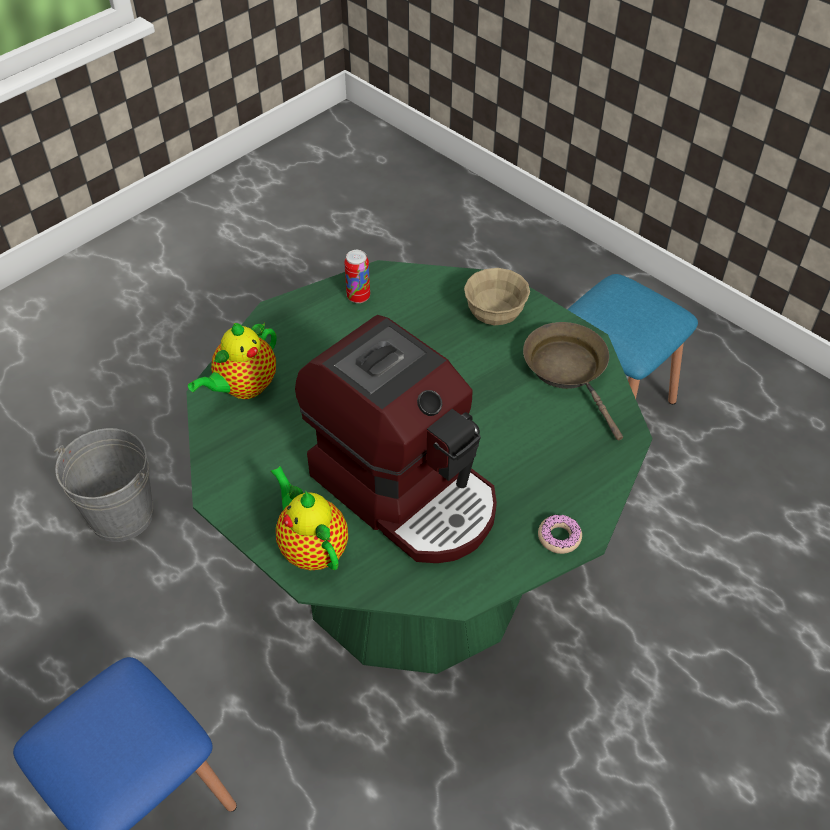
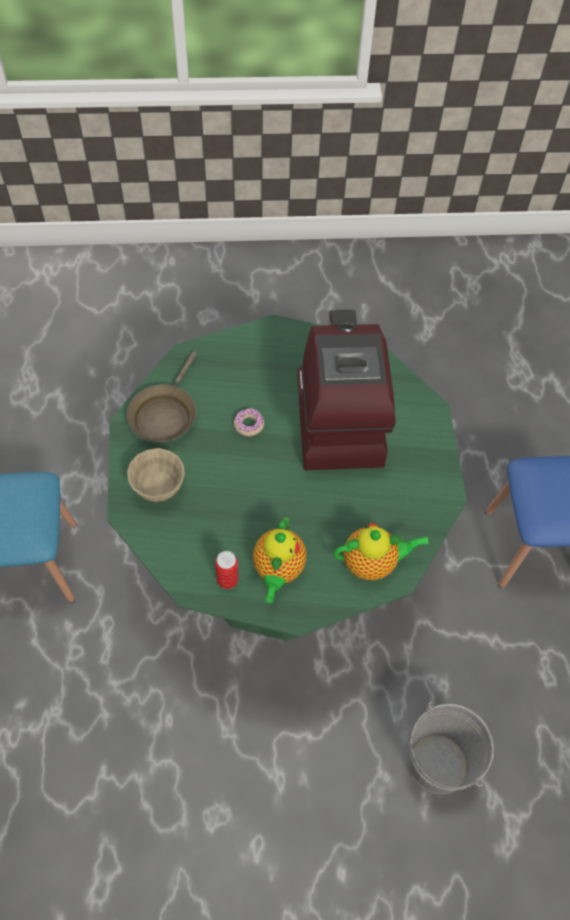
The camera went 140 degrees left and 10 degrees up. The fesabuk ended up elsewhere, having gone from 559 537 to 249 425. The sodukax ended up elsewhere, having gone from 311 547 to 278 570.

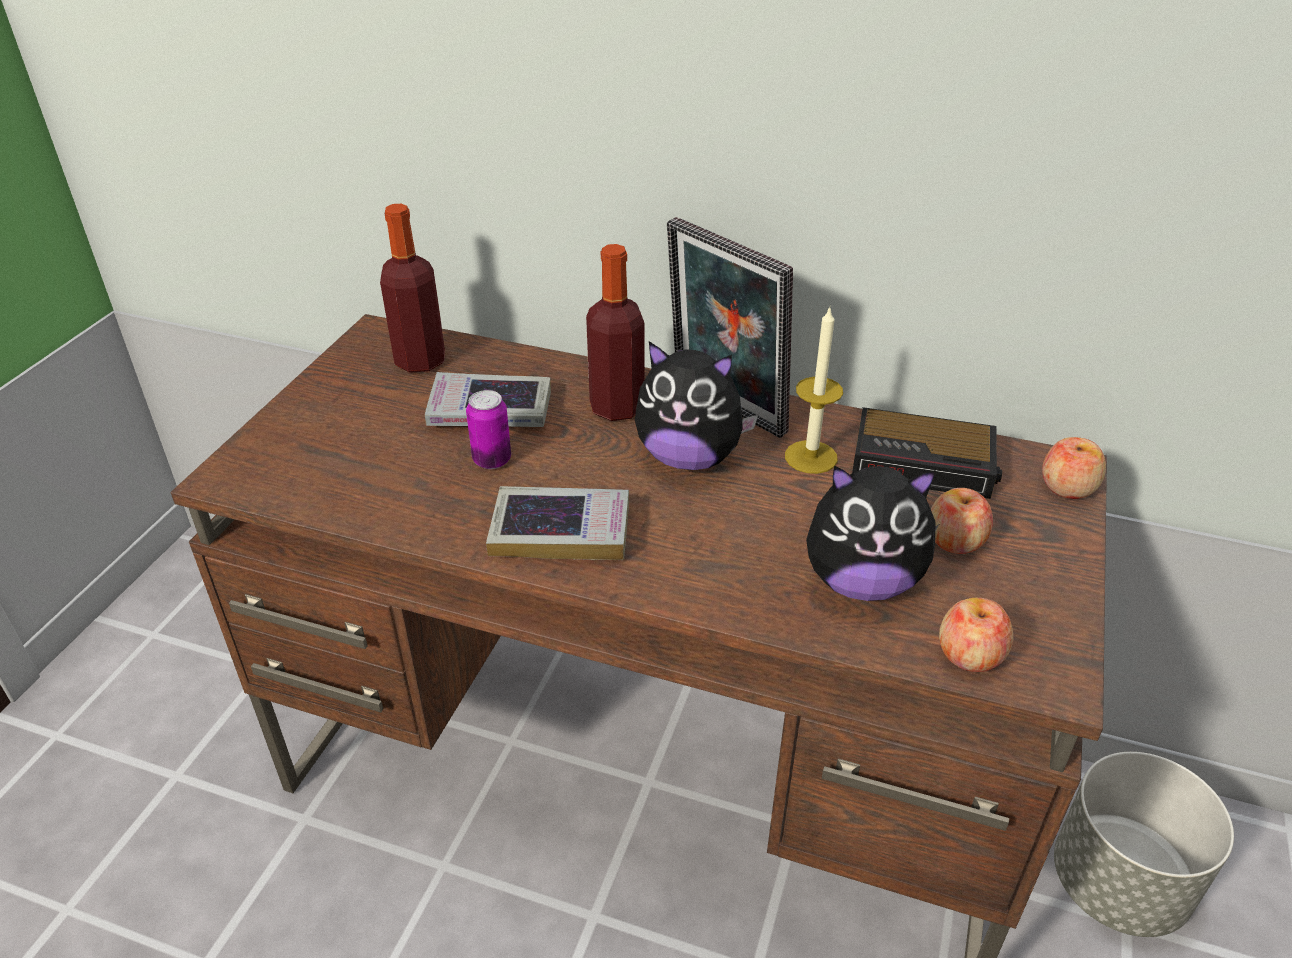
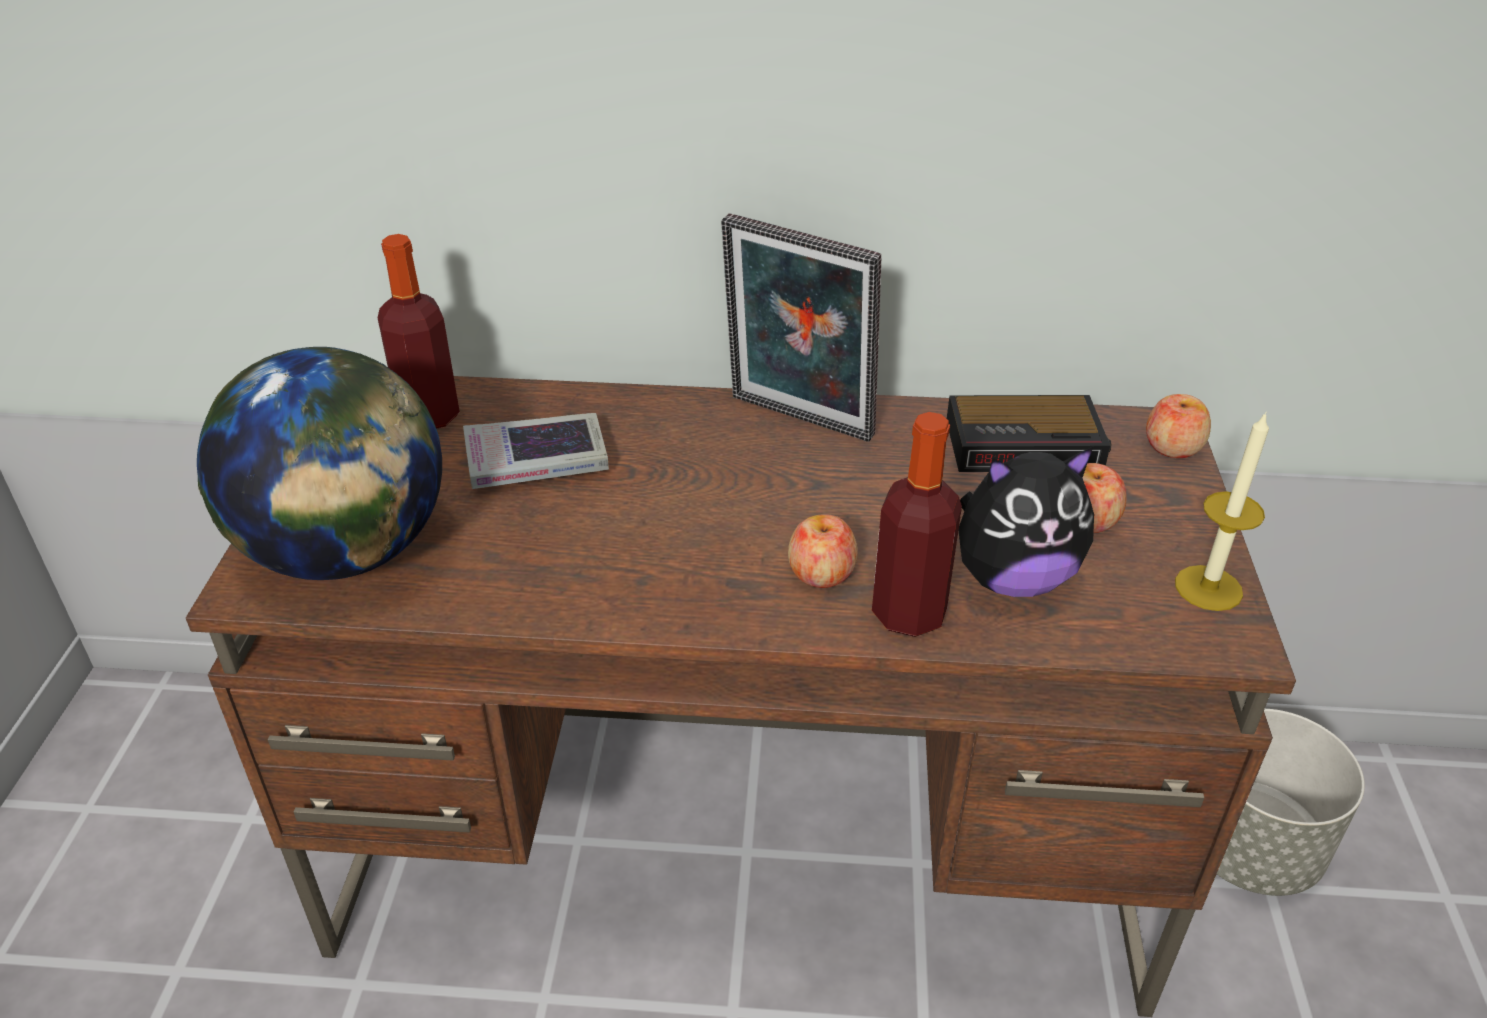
The camera went 15 degrees left and 0 degrees up. The second view gained the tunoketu at 346 553. The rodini ended up elsewhere, having gone from 970 654 to 821 573. The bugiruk ended up elsewhere, having gone from 617 407 to 908 613. The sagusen ended up elsewhere, having gone from 811 457 to 1208 588. The second view lost the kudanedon at 492 460. The second view lost the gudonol at 561 531. The second view lost the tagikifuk at 689 457.

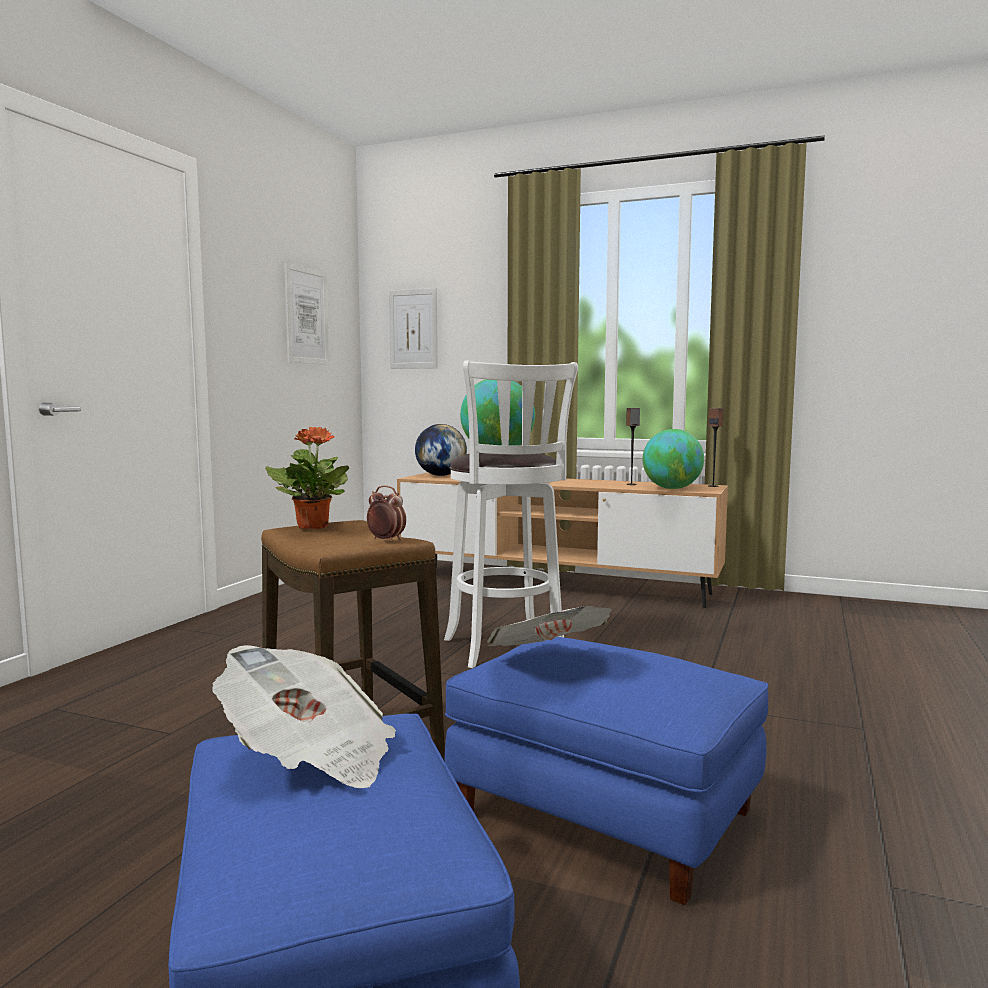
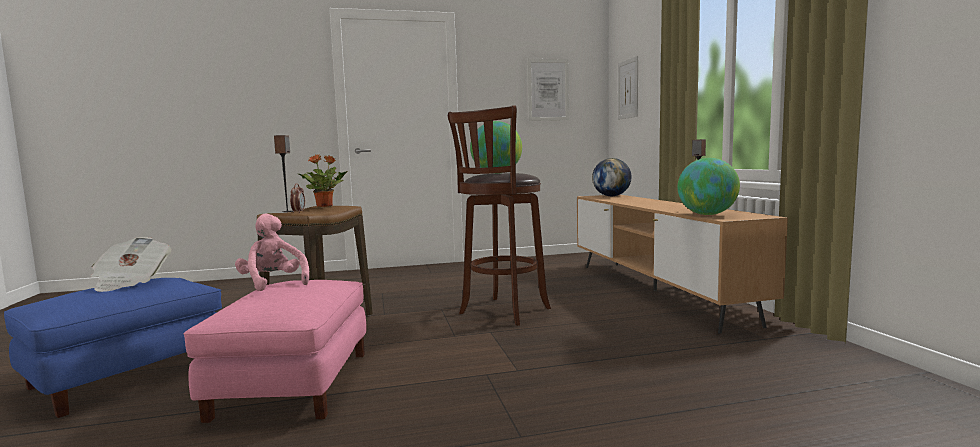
The camera went 55 degrees right and 0 degrees up. What was the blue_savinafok at 601 814 turned into the pink_savinafok at 292 383. Where the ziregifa stood at 547 662, the pink_tagikifuk came to stand at 273 283. The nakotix ended up elsewhere, having gone from 713 486 to 287 211. What was the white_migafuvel at 507 649 turned into the brown_migafuvel at 502 312.

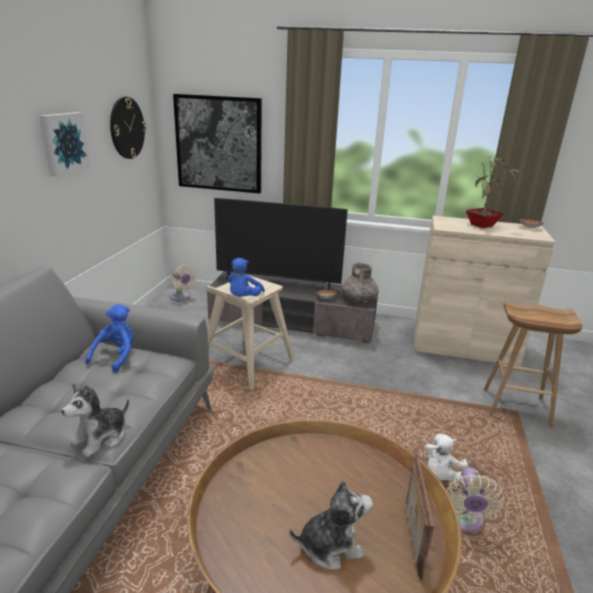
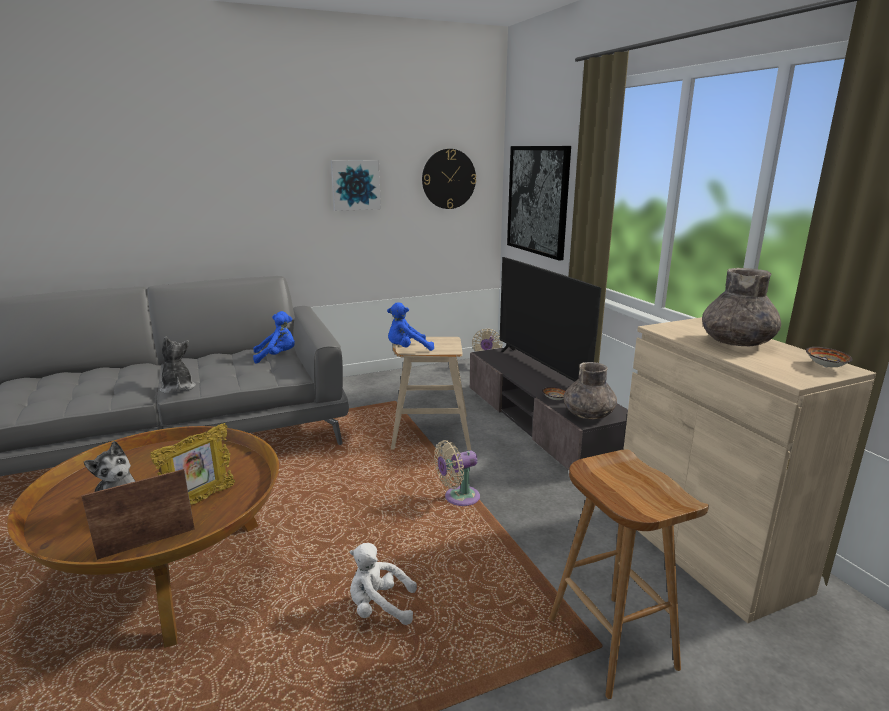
The camera went 55 degrees right and 5 degrees down. The second view gained the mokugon at 199 501. The tagikifuk at 101 437 ended up facing another way, 60 degrees clockwise from before. The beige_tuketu ended up elsewhere, having gone from 463 520 to 458 498. Where the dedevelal stood at 482 226, the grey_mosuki came to stand at 737 342.

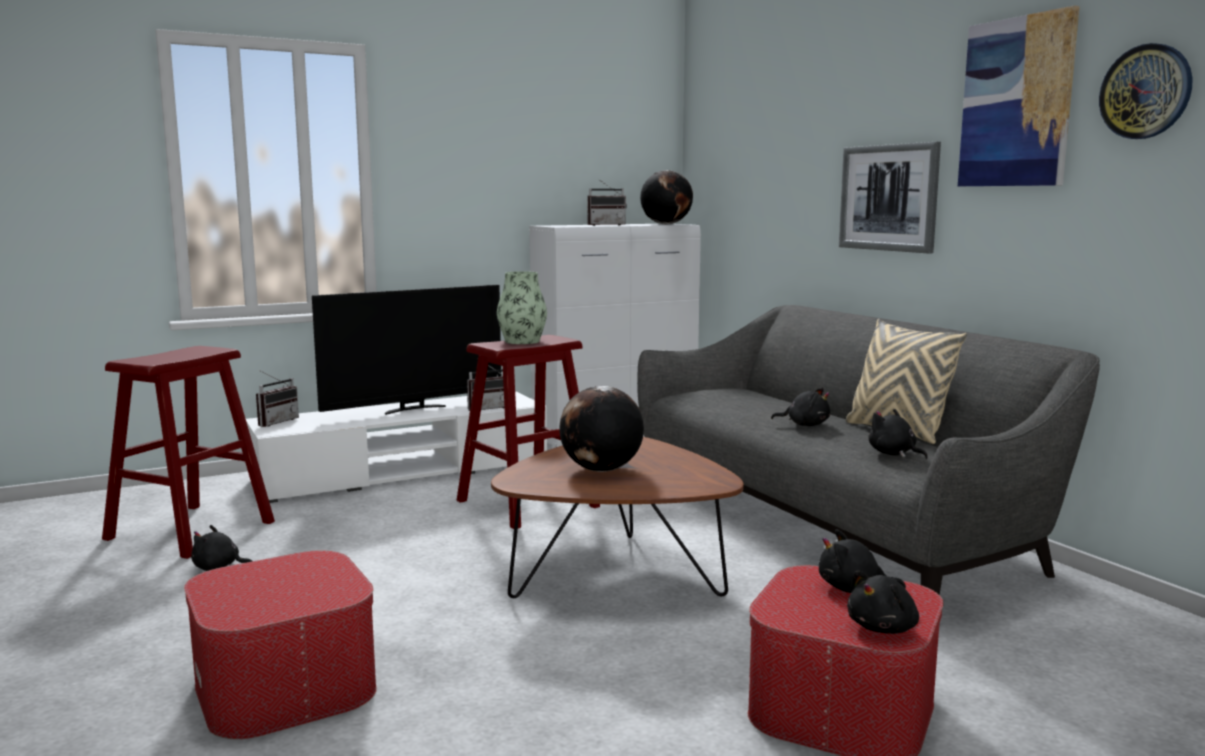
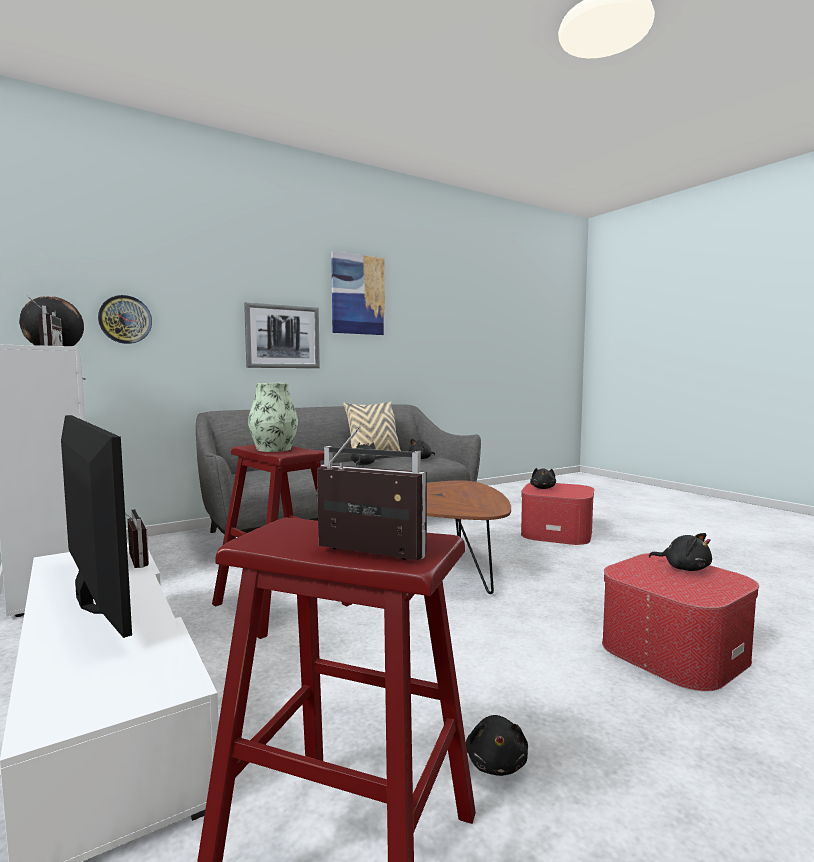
The camera went 95 degrees left and 5 degrees down. The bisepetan ended up elsewhere, having gone from 1146 92 to 125 319. The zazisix ended up elsewhere, having gone from 275 422 to 363 556. The black_tagikifuk ended up elsewhere, having gone from 884 628 to 684 568. The second view lost the tunoketu at 601 470.

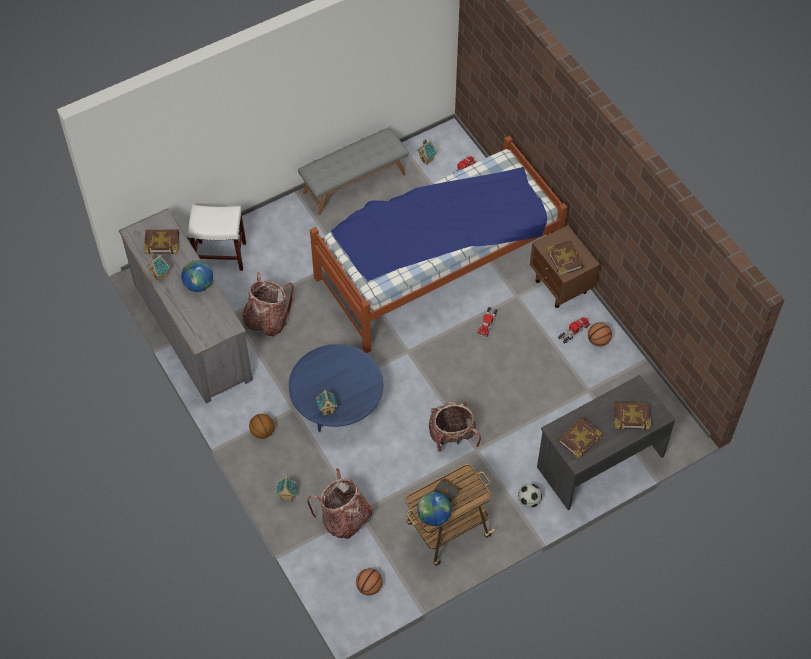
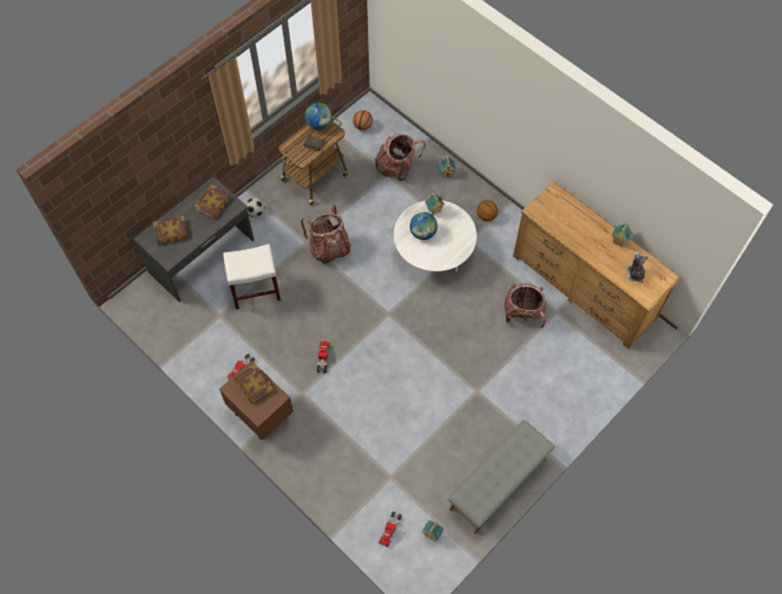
The camera went 165 degrees right and 5 degrees up. The white_migafuvel ended up elsewhere, having gone from 221 255 to 255 291. What was the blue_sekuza at 337 404 turned into the white_sekuza at 433 252. The tunoketu ended up elsewhere, having gone from 199 284 to 423 233. What was the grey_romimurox at 192 331 turned into the brown_romimurox at 584 287. Where the gudonol stood at 162 243, the tagikifuk came to stand at 634 273. The second view lost the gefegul at 437 265. The second view lost the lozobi at 598 341.

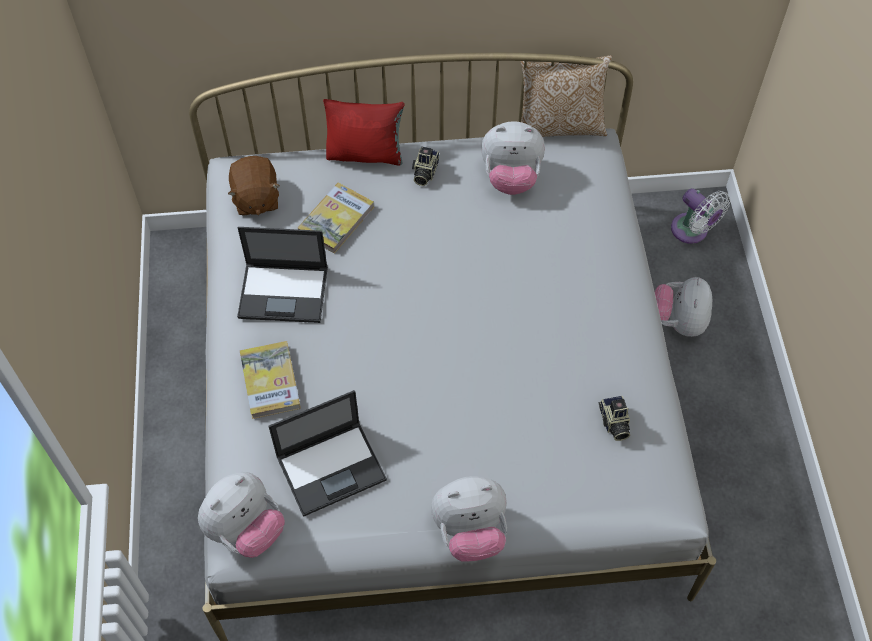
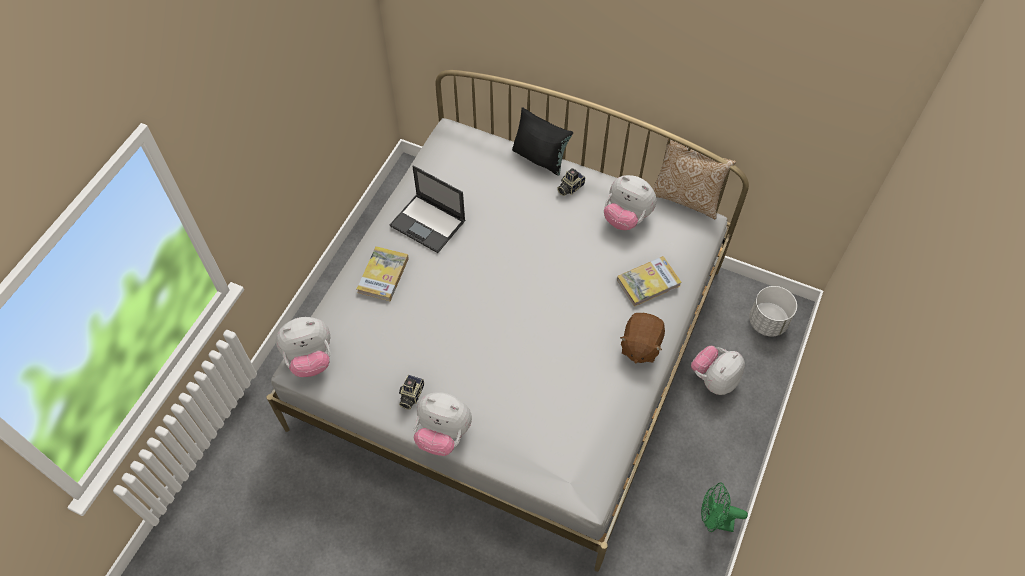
The camera went 30 degrees right and 0 degrees up. The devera ended up elsewhere, having gone from 613 423 to 410 395. What was the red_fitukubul at 366 154 turned into the black_fitukubul at 540 158. The gudonol ended up elsewhere, having gone from 336 220 to 648 283. The brown_tagikifuk ended up elsewhere, having gone from 256 199 to 640 346. The second view gained the green_tuketu at 714 521. Where the white_tuketu stood at 692 231, the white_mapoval came to stand at 767 321. The second view lost the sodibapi at 332 467.

